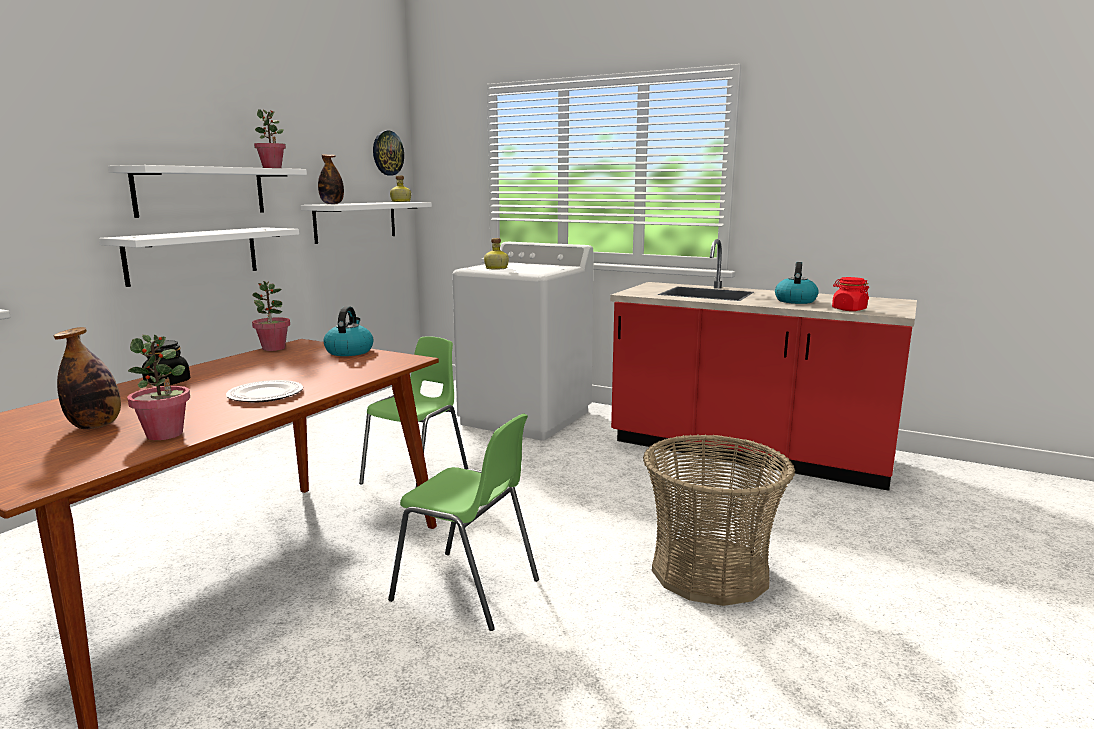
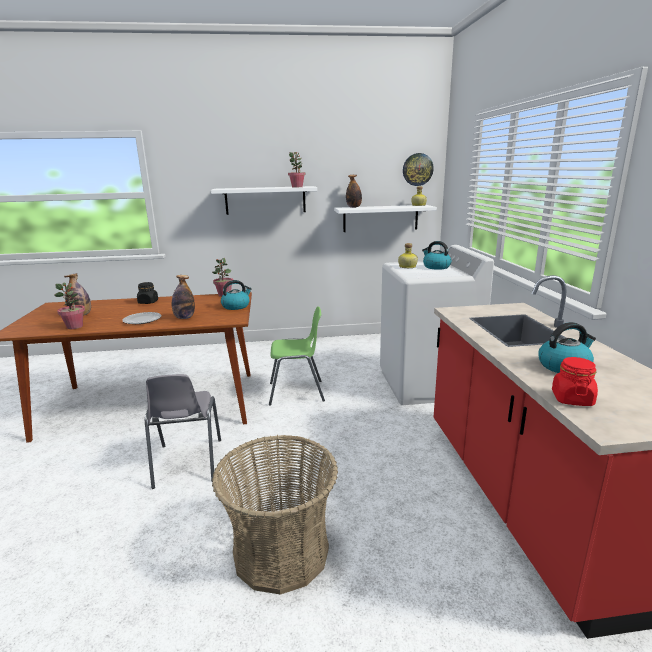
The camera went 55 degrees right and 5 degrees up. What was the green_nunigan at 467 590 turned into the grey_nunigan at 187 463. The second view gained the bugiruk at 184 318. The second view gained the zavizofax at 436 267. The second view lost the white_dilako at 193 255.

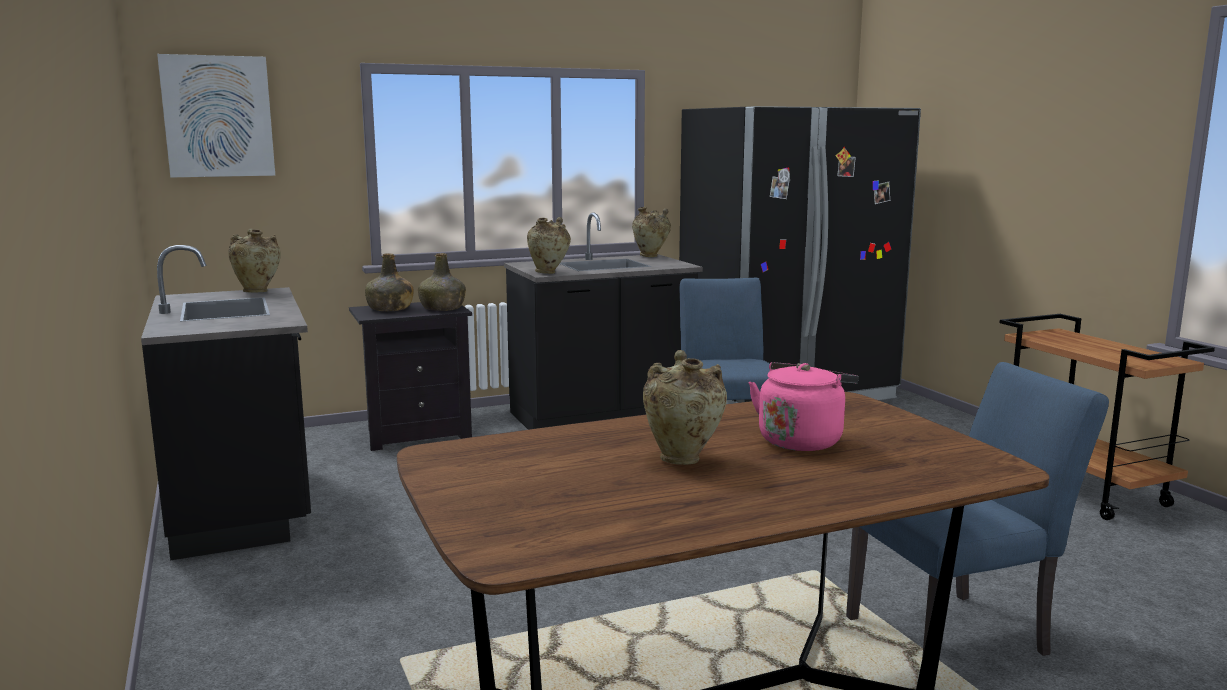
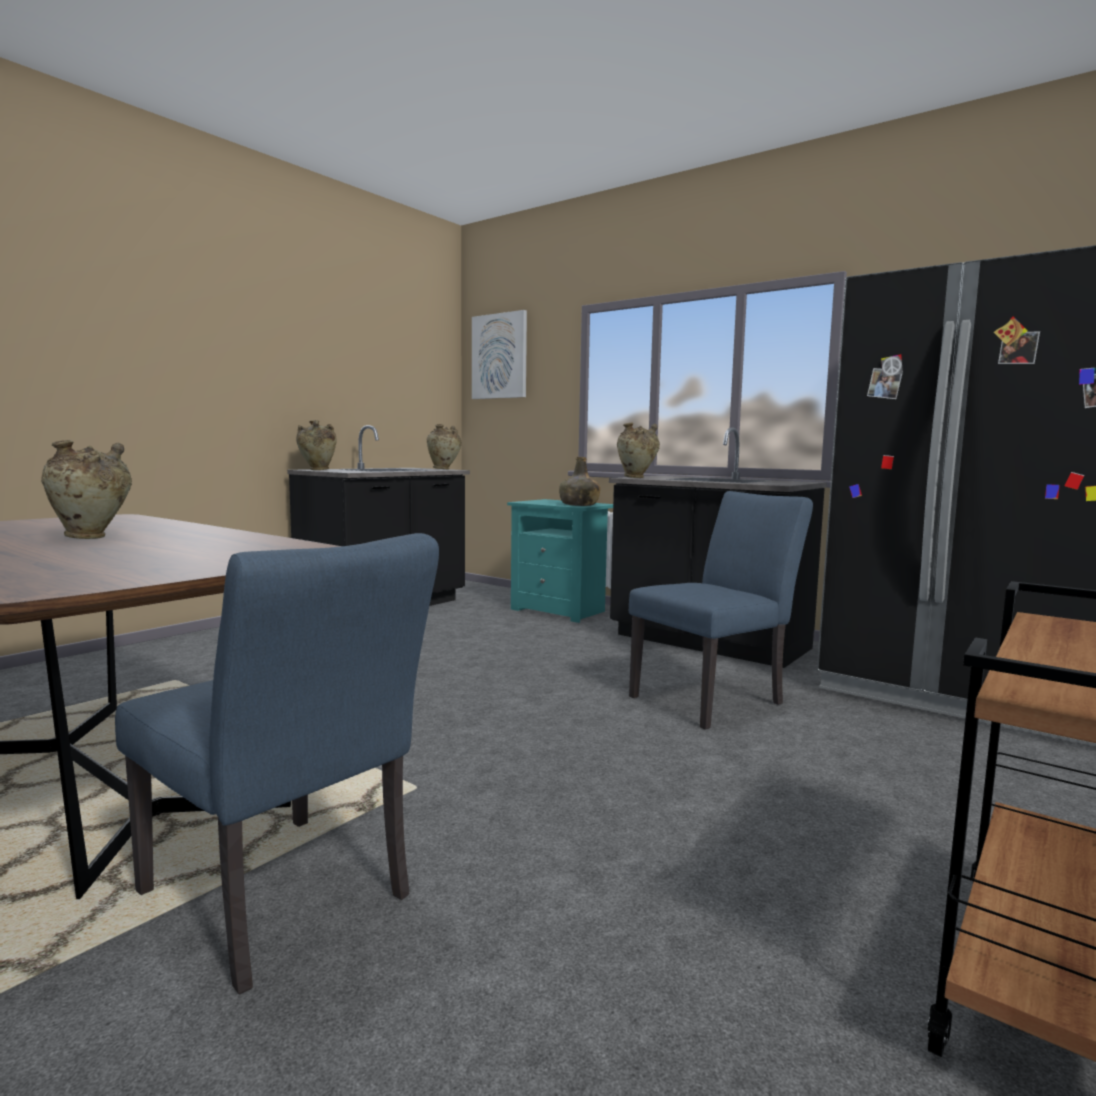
The camera went 60 degrees right and 5 degrees down. The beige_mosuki ended up elsewhere, having gone from 651 256 to 317 470. What was the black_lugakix at 416 434 turned into the turquoise_lugakix at 561 611. The second view lost the green_bugiruk at 390 309. The second view lost the pink_zavizofax at 801 440.

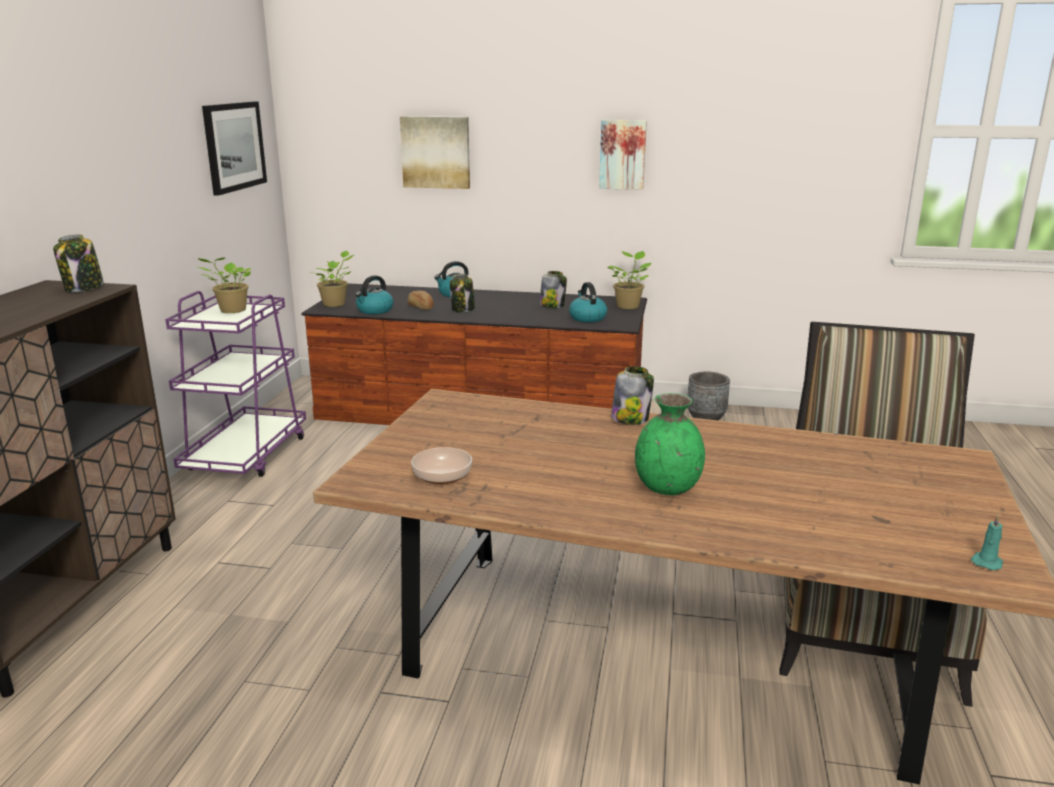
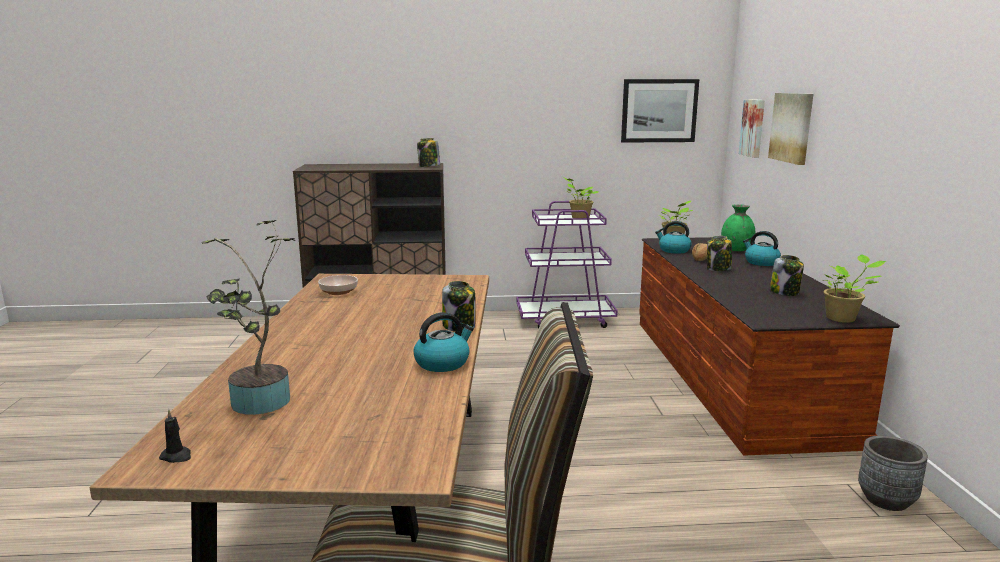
The camera went 75 degrees right and 5 degrees down. What was the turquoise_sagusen at 987 562 turned into the black_sagusen at 176 456. The second view gained the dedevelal at 259 404. The zavizofax ended up elsewhere, having gone from 587 318 to 442 363. The green_mosuki ended up elsewhere, having gone from 667 487 to 736 250. The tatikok ended up elsewhere, having gone from 622 154 to 753 127.

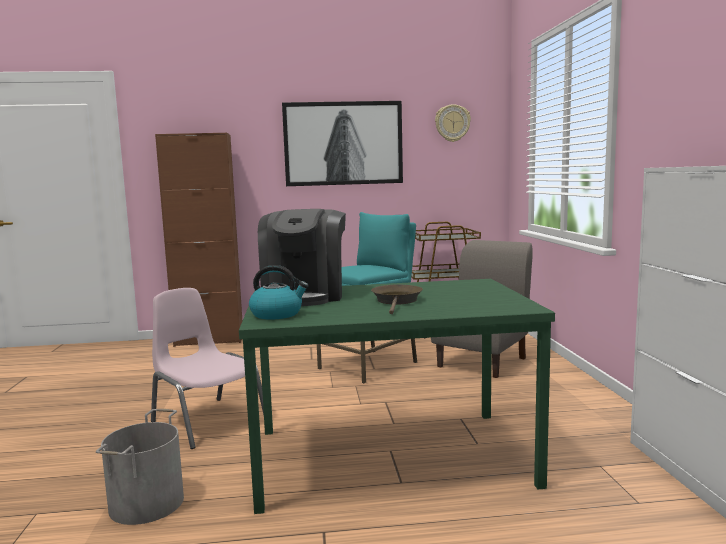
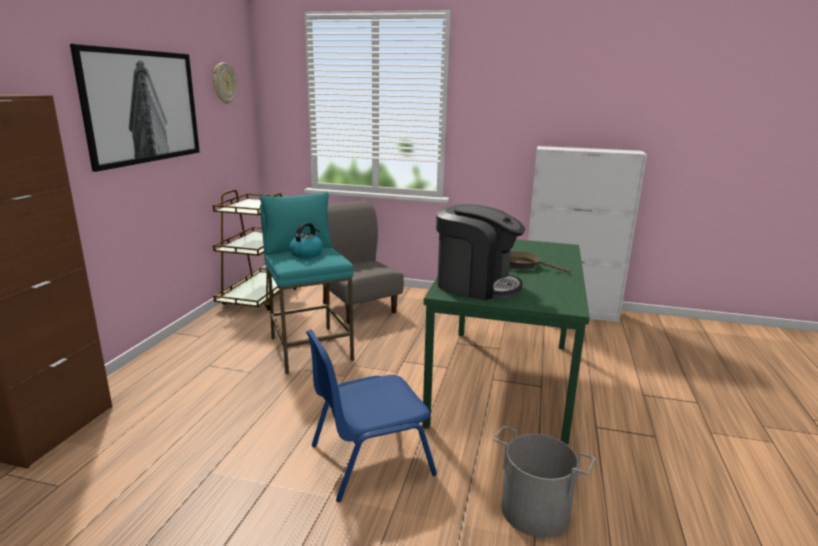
The camera went 70 degrees left and 10 degrees up. The zavizofax ended up elsewhere, having gone from 277 314 to 306 253. What was the pink_nunigan at 208 421 turned into the blue_nunigan at 369 459.

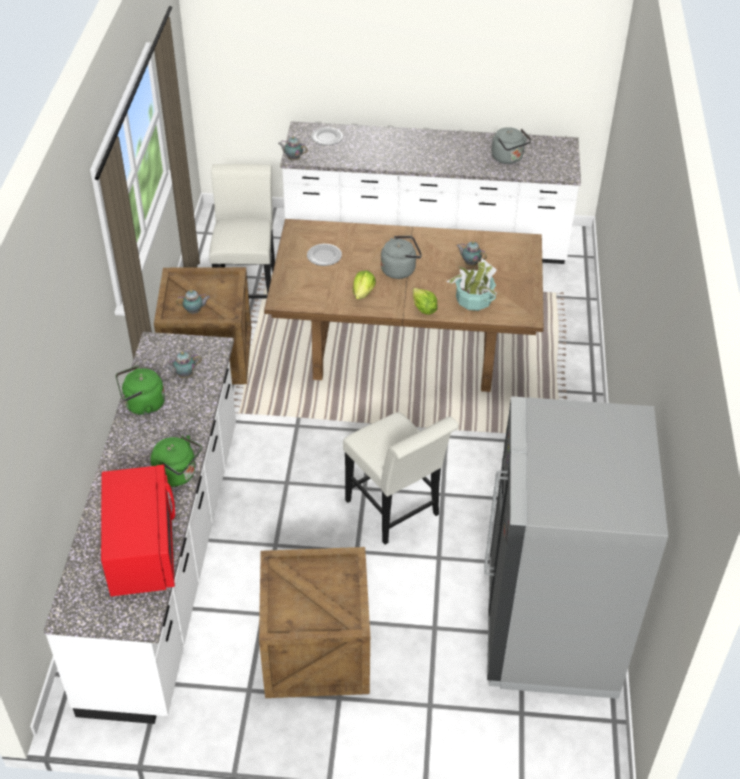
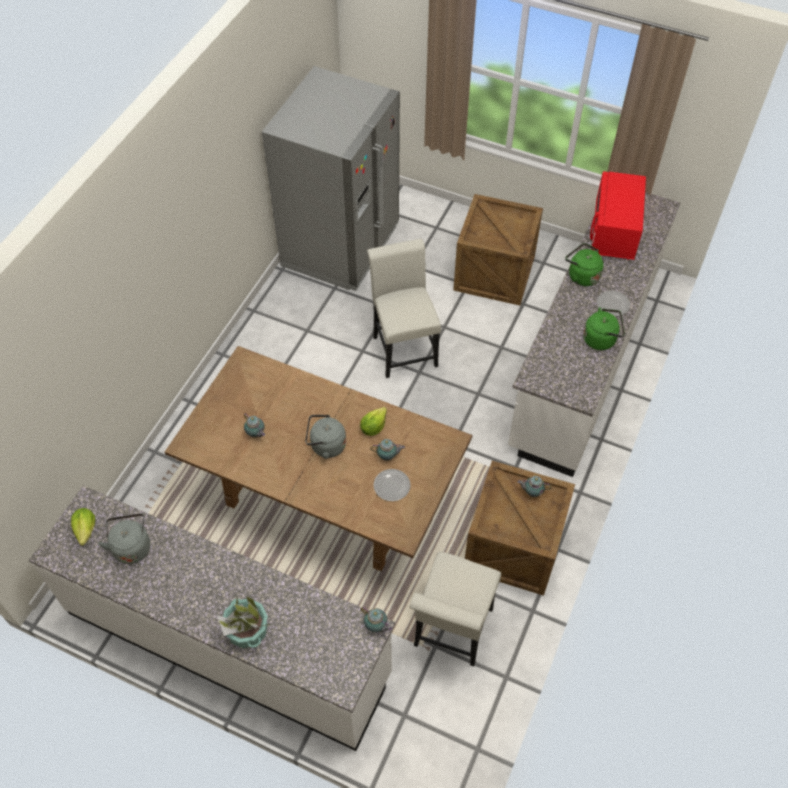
The camera went 160 degrees left and 10 degrees up. The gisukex ended up elsewhere, having gone from 424 309 to 86 530. The dedevelal ended up elsewhere, having gone from 474 300 to 247 629. The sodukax ended up elsewhere, having gone from 184 375 to 388 456. The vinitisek ended up elsewhere, having gone from 327 138 to 613 304.

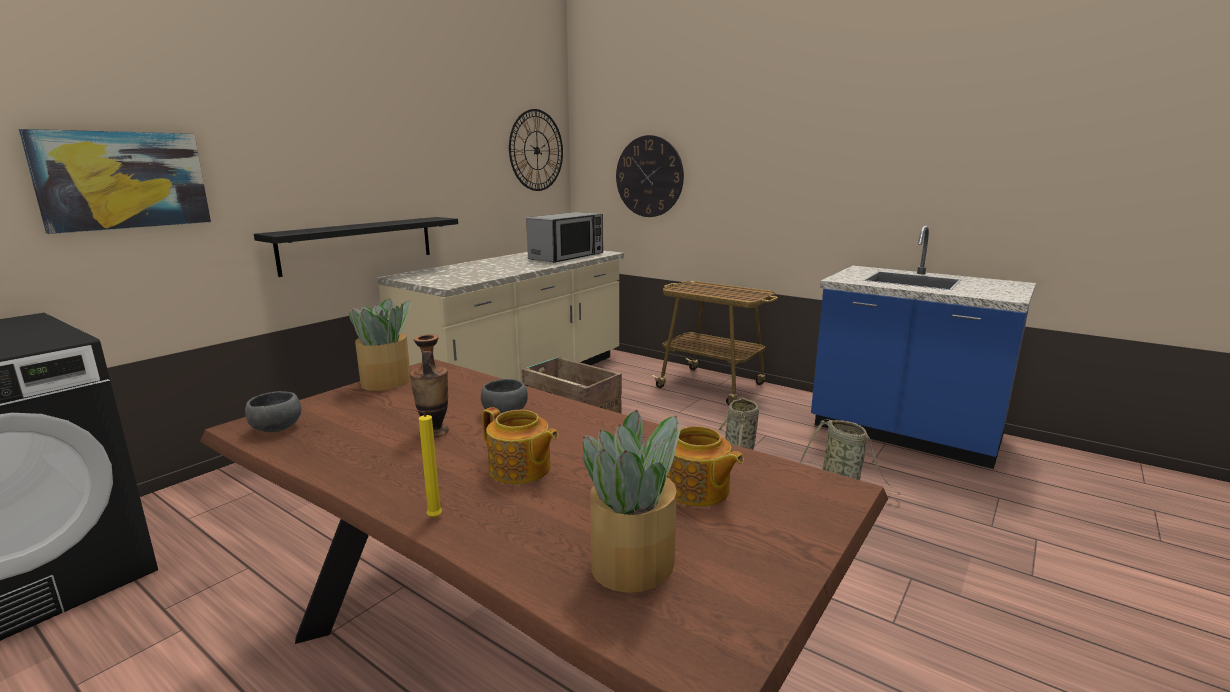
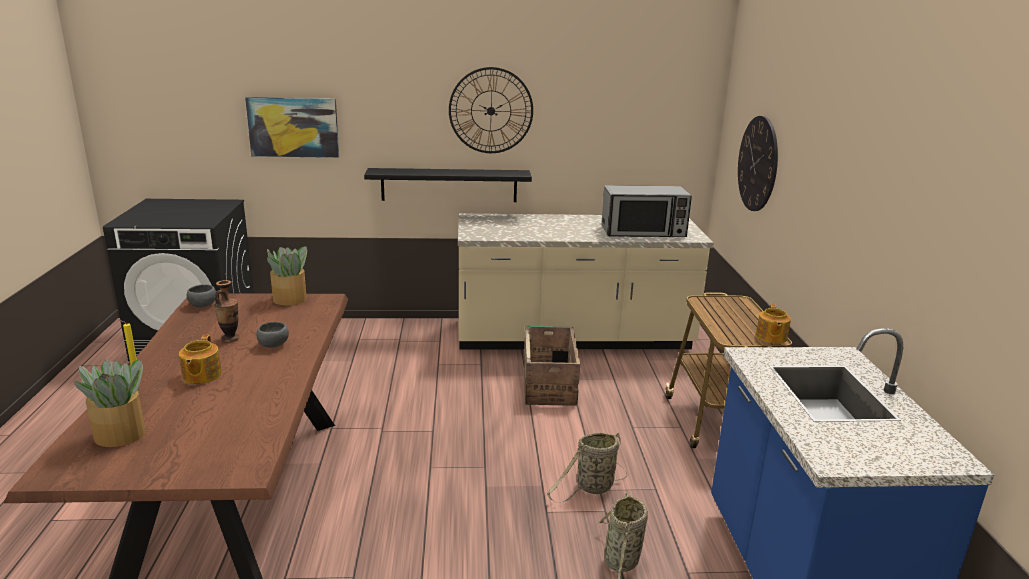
The camera went 50 degrees right and 5 degrees up. The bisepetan ended up elsewhere, having gone from 536 150 to 491 111. The sodukax ended up elsewhere, having gone from 696 490 to 771 337.

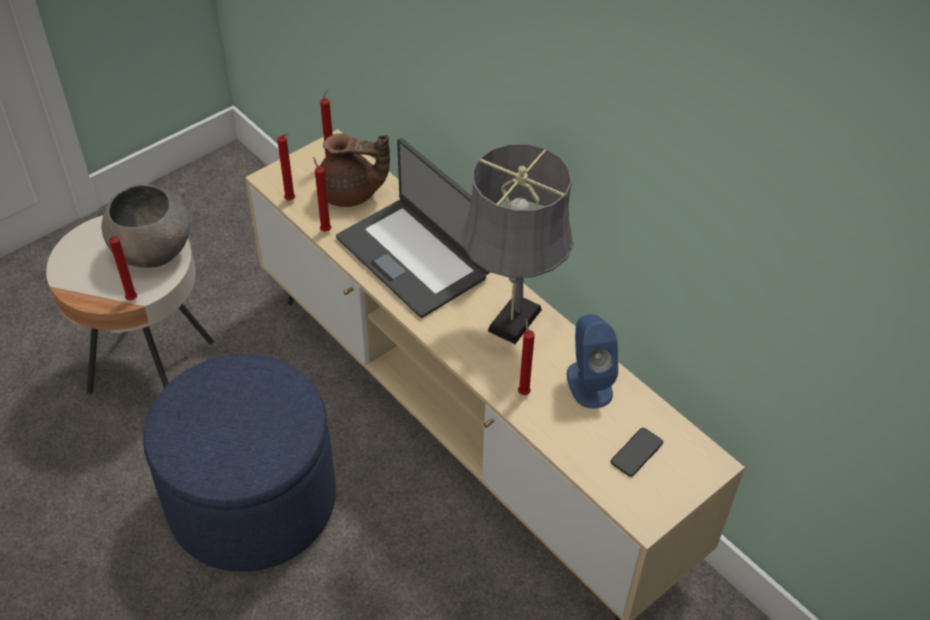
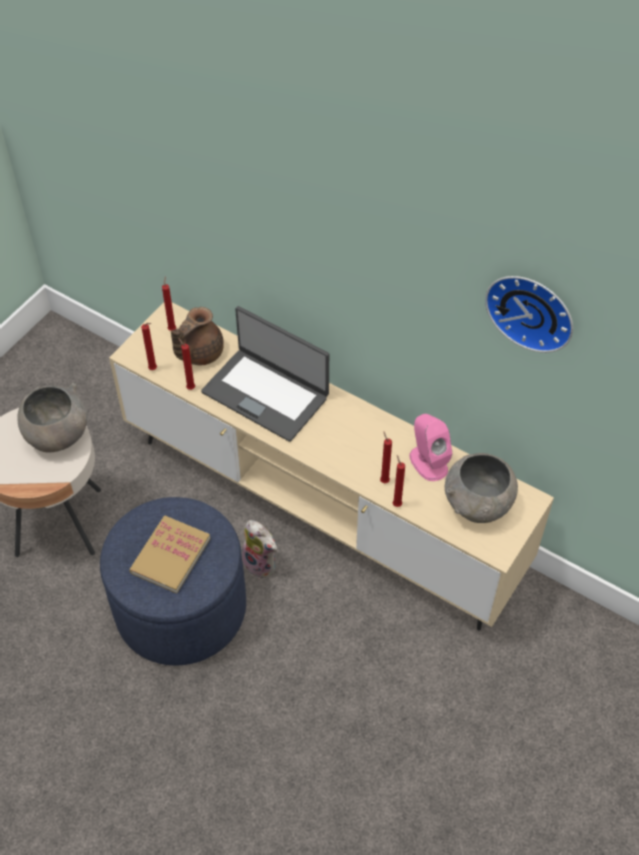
The camera went 15 degrees left and 5 degrees up. The second view gained the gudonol at 170 555. The brown_sodukax at 351 194 ended up facing another way, 135 degrees clockwise from before. The second view gained the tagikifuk at 262 563. The red_sagusen ended up elsewhere, having gone from 132 297 to 396 503. What was the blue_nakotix at 589 383 turned into the pink_nakotix at 428 462. Where the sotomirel stood at 636 453, the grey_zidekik came to stand at 477 506. The second view gained the bisepetan at 532 309. The second view lost the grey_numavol at 511 324.

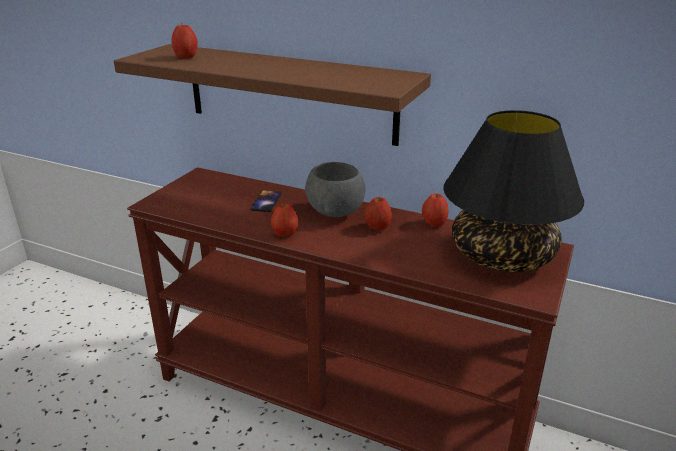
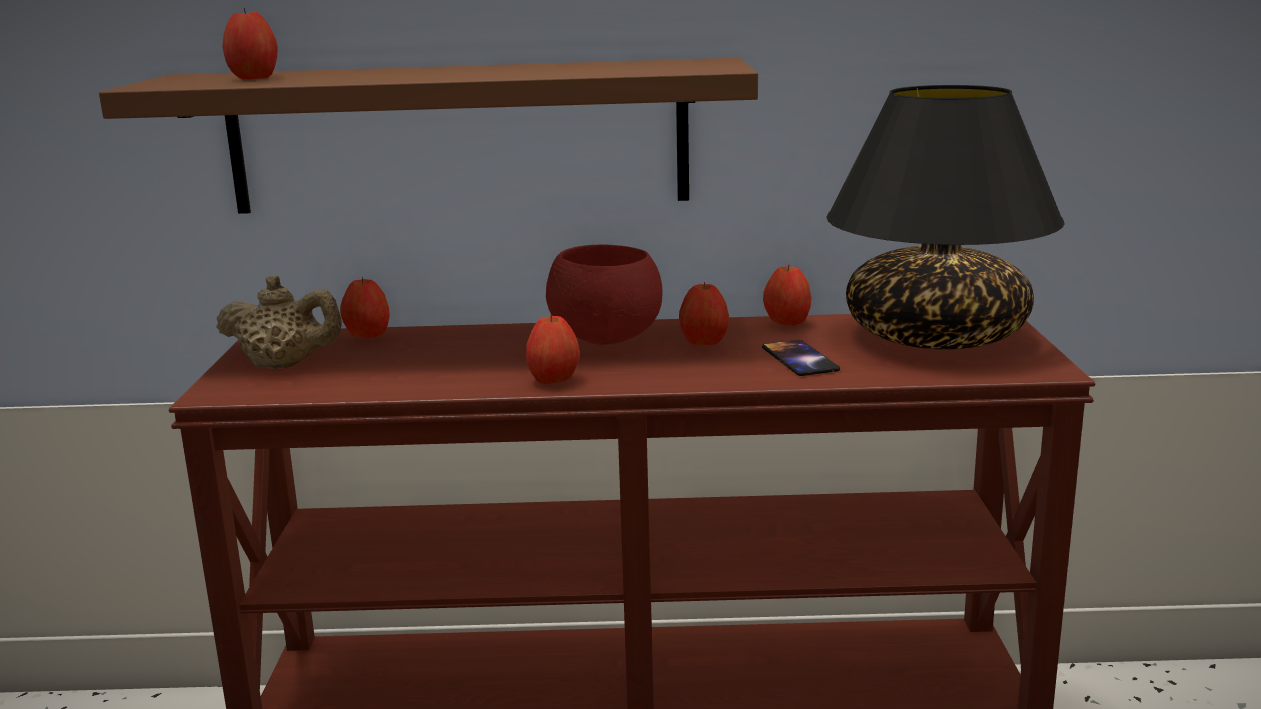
The camera went 25 degrees left and 10 degrees down. The second view gained the beige_sodukax at 285 365. The second view gained the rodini at 367 336. What was the grey_zidekik at 334 213 turned into the red_zidekik at 604 340. The sotomirel ended up elsewhere, having gone from 266 201 to 799 359.

